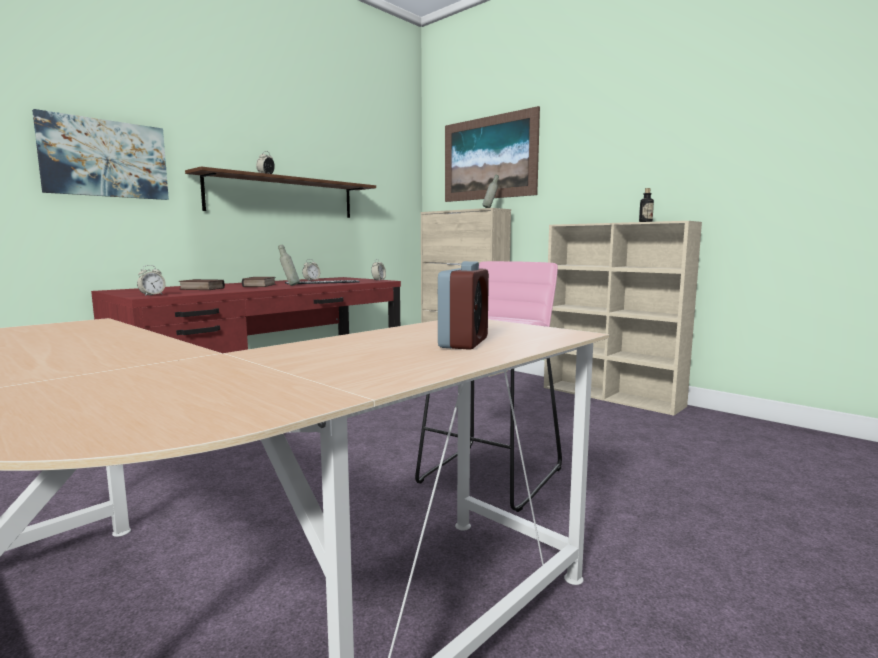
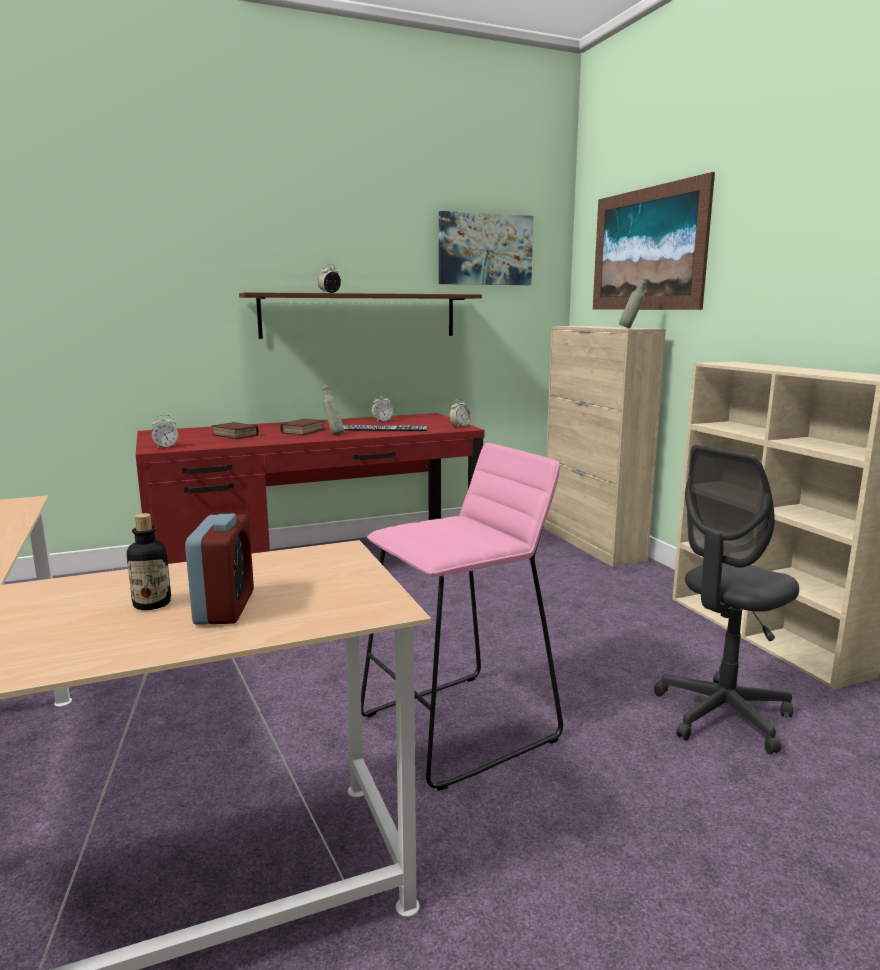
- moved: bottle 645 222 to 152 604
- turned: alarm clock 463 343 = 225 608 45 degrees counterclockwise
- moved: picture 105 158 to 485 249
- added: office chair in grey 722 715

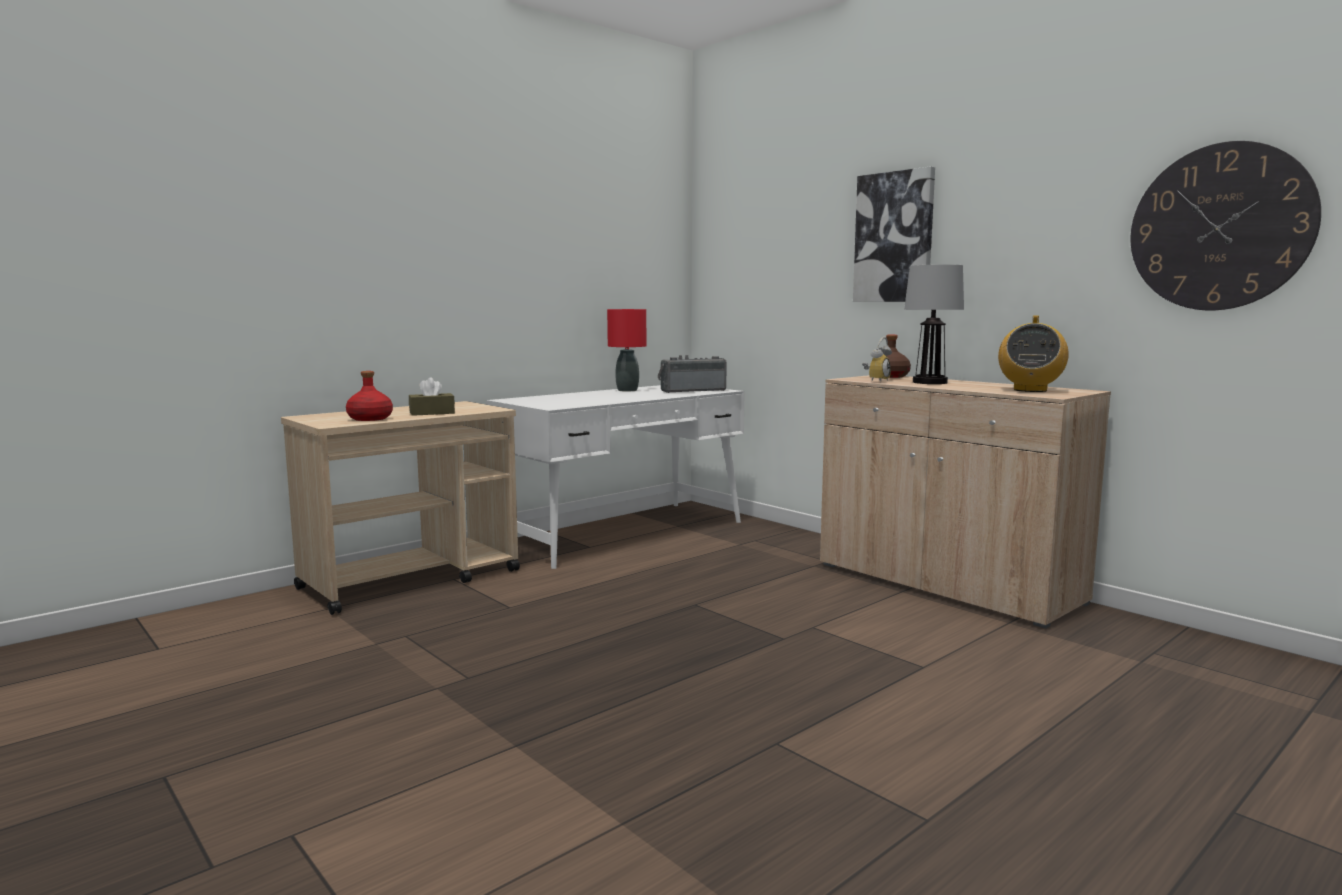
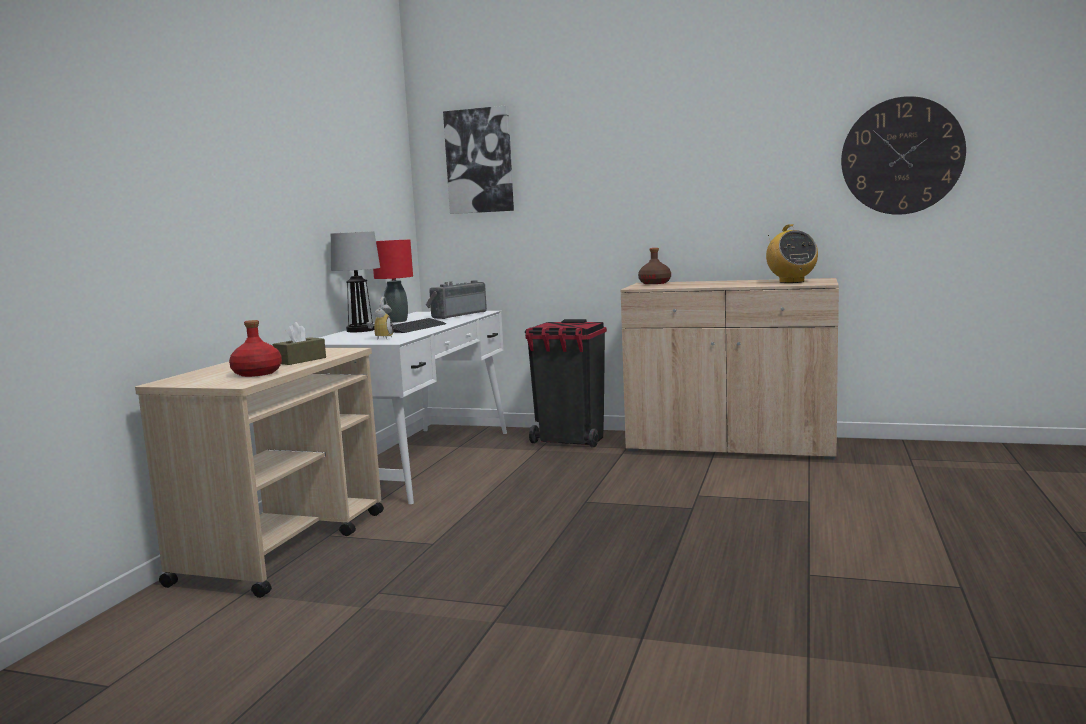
- moved: table lamp 929 382 to 361 330
- moved: alarm clock 876 381 to 381 338
- added: keyboard 416 328
- moved: picture 894 237 to 479 161
- added: trash can in black 570 441

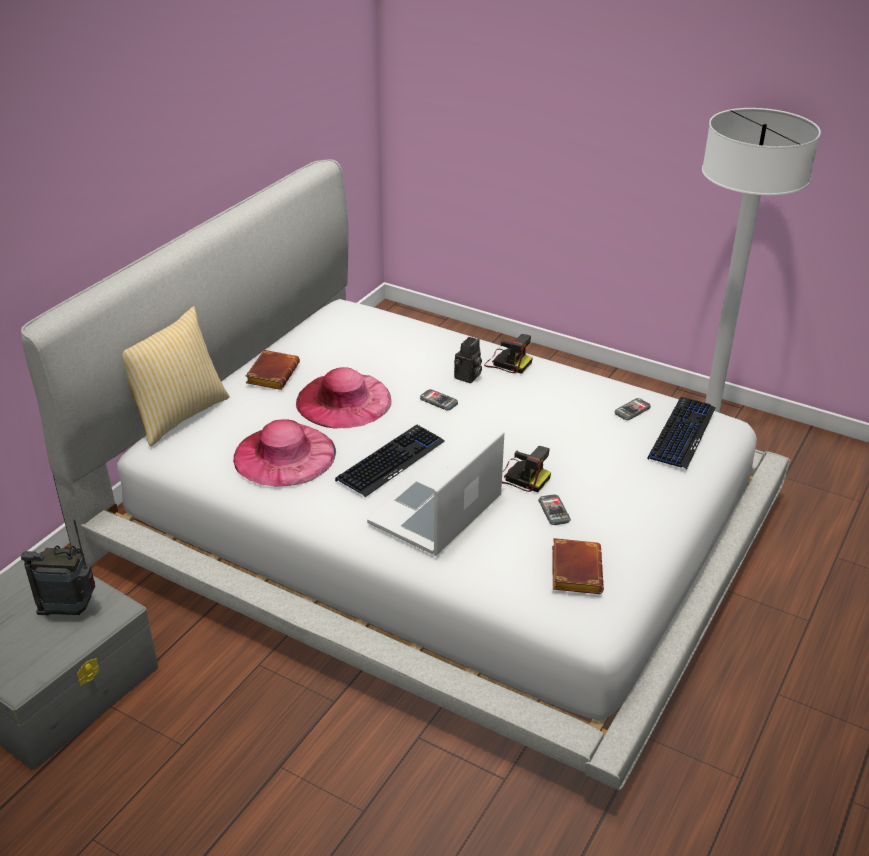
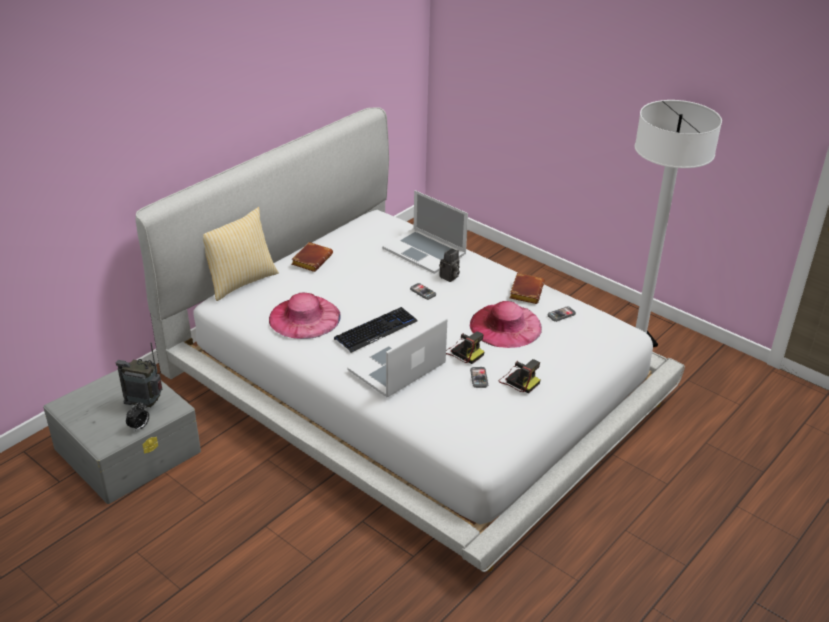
- added: alarm clock 139 427
- added: laptop 424 250
- moved: hat in pink 344 400 to 505 326
- moved: photo camera 507 363 to 518 381
- moved: book in brown 574 570 to 525 291
- removed: keyboard 682 433

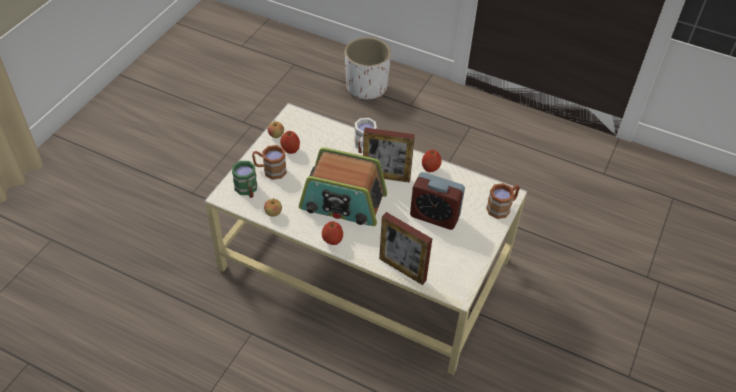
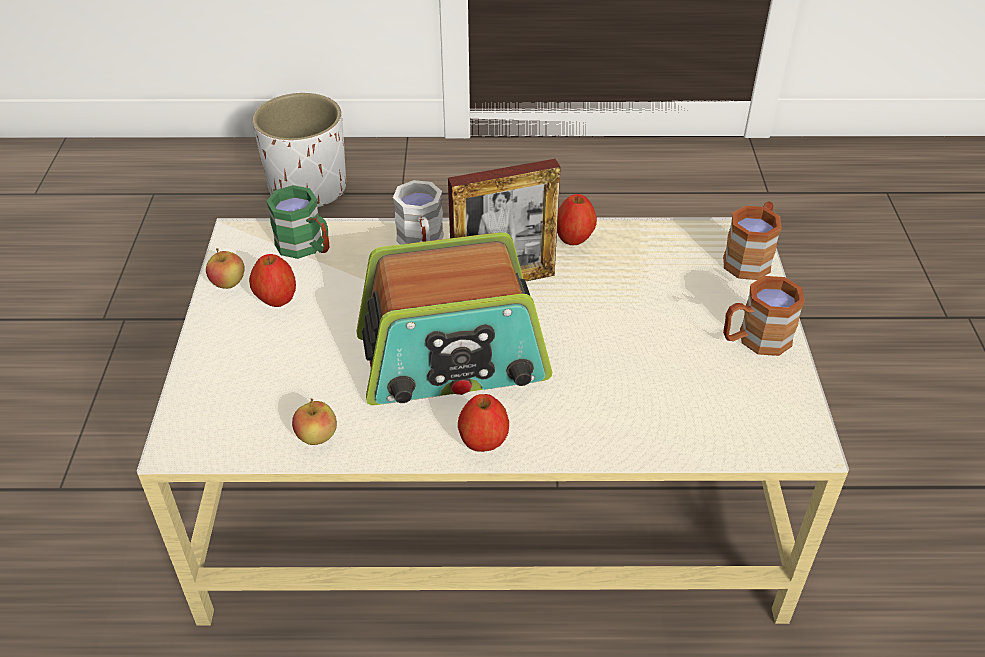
- moved: mug in green 247 190 to 306 247
- moved: mug in brown 270 170 to 754 340
- removed: picture frame 402 269
- removed: alarm clock 434 216

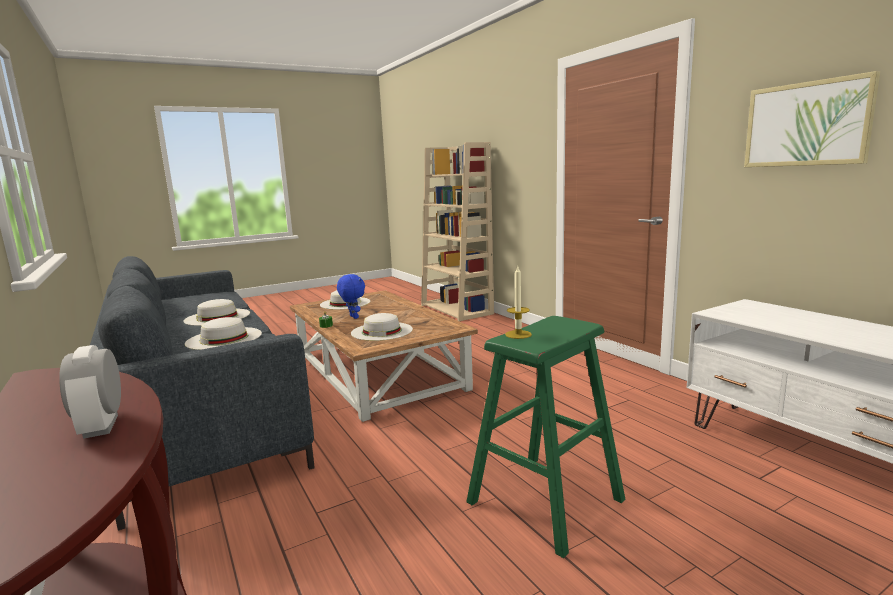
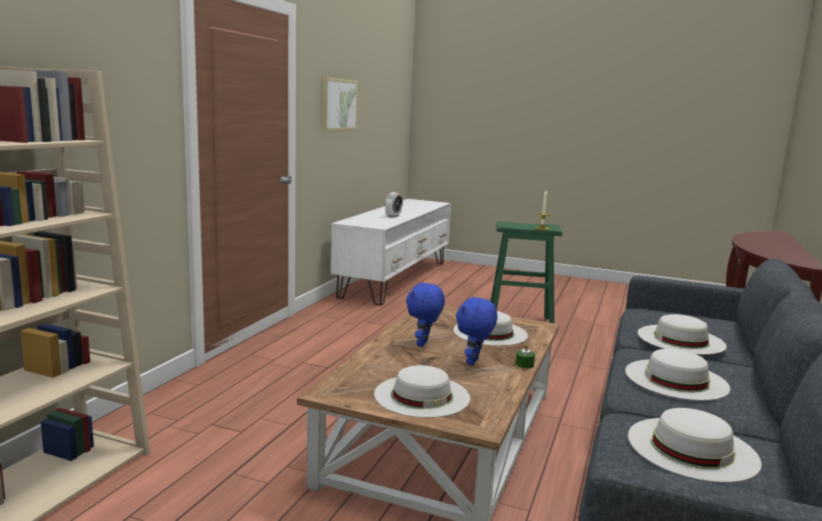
- moved: alarm clock 101 426 to 393 216
- added: plush toy in blue 423 344
- added: hat in white 691 448

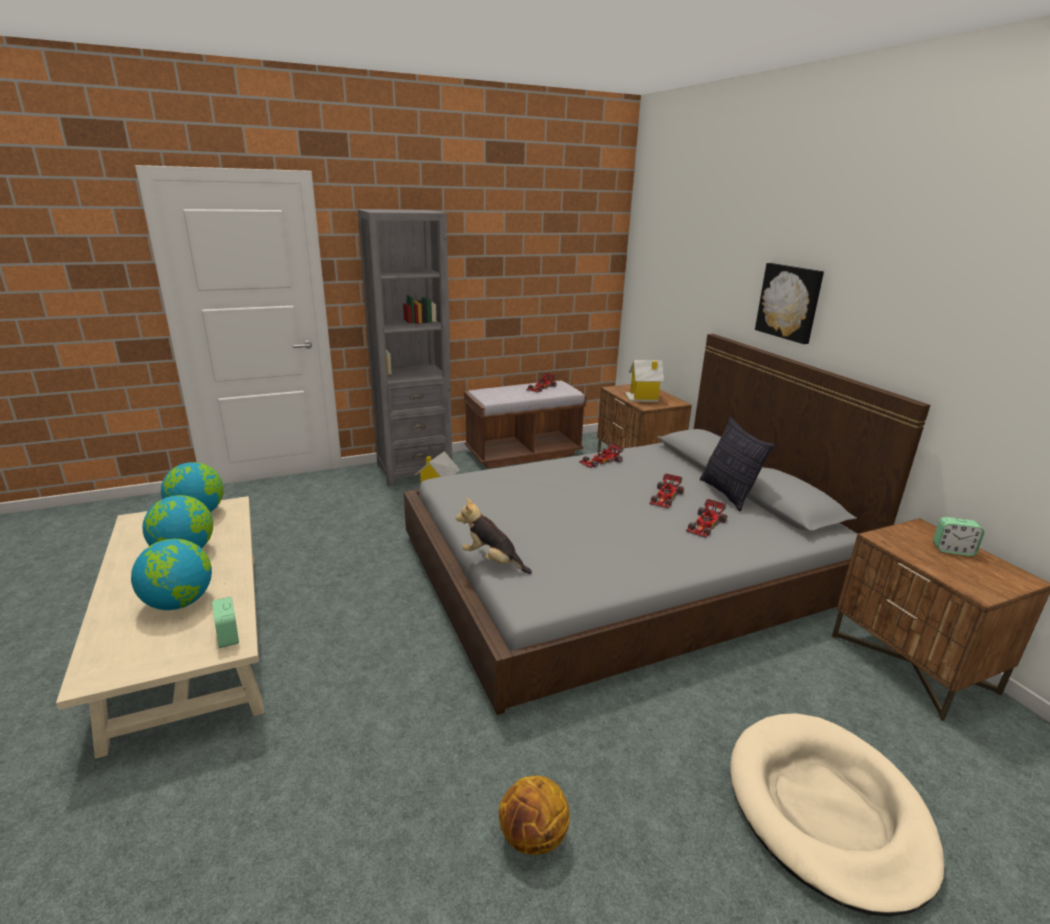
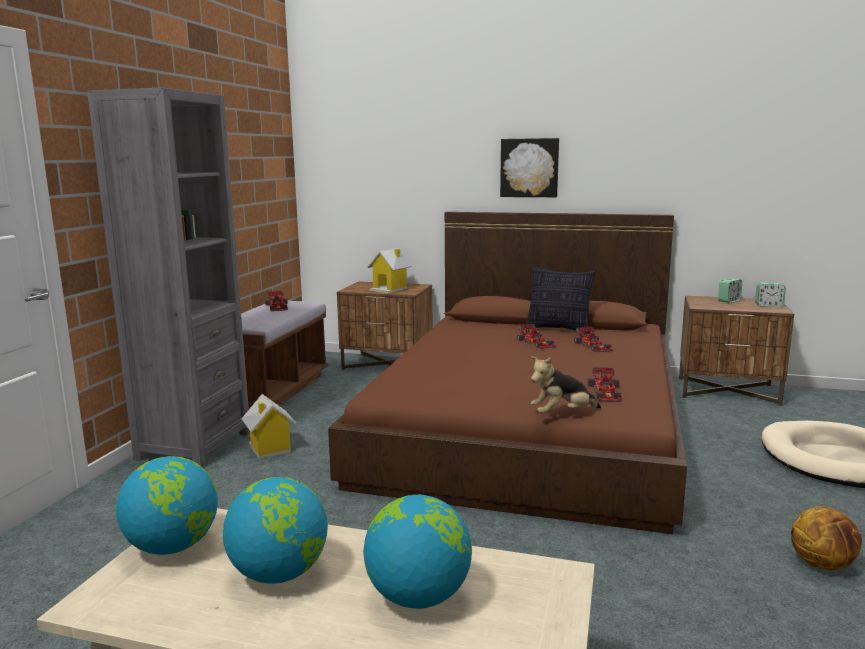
- recoloured: bed in grey 623 568 to bed in brown 529 422
- moved: toy car 601 461 to 605 392
- moved: alarm clock 228 636 to 768 305

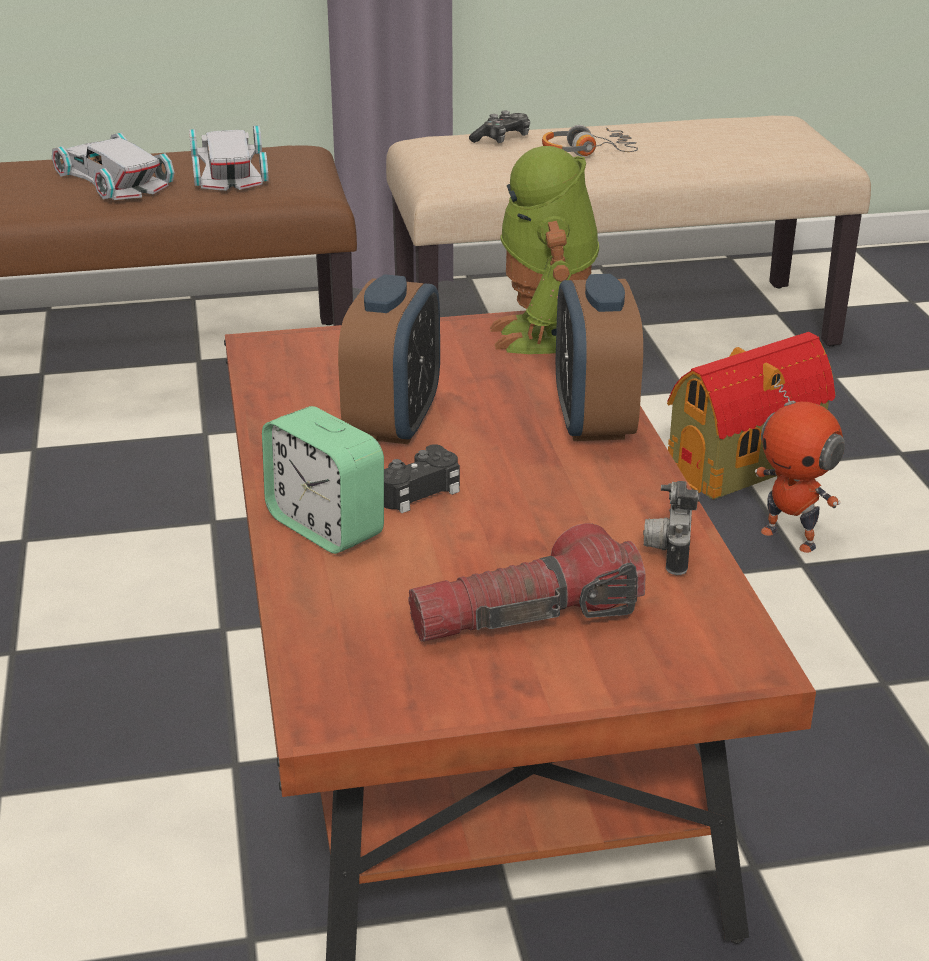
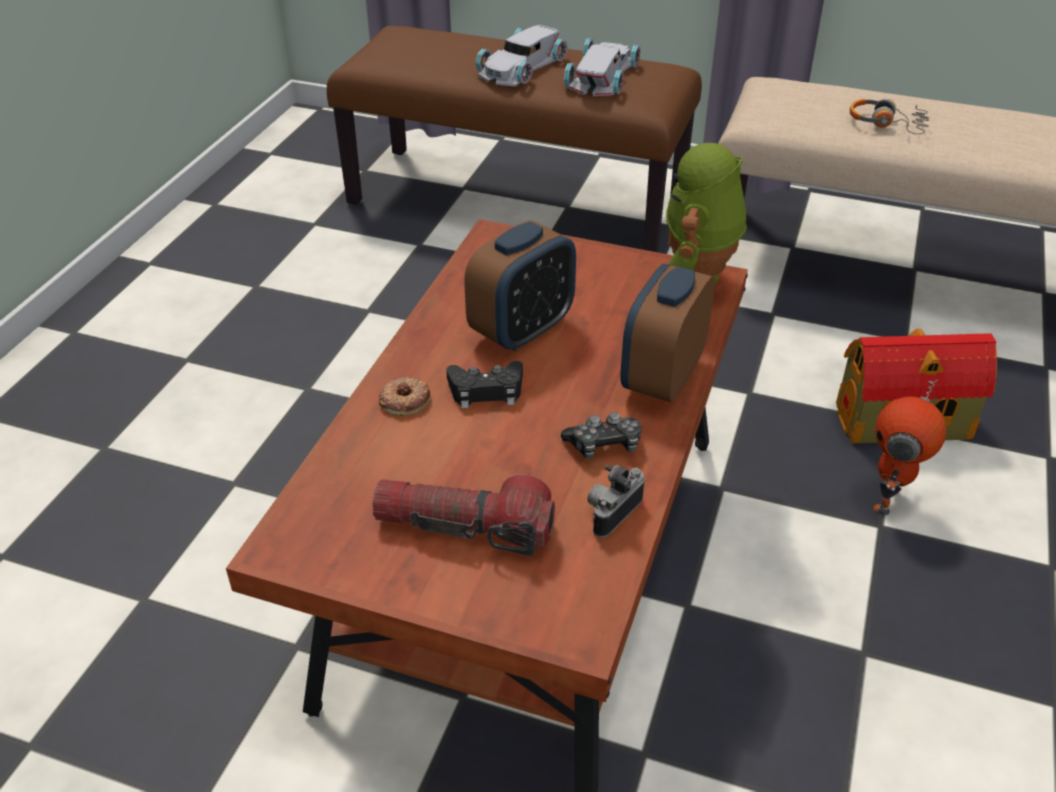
- replaced: alarm clock 325 526 to donut 404 400
- turned: toy car in white 114 178 = 520 66 135 degrees counterclockwise
- moved: game controller 502 139 to 604 445
- turned: toy robot 790 538 = 889 499 45 degrees clockwise

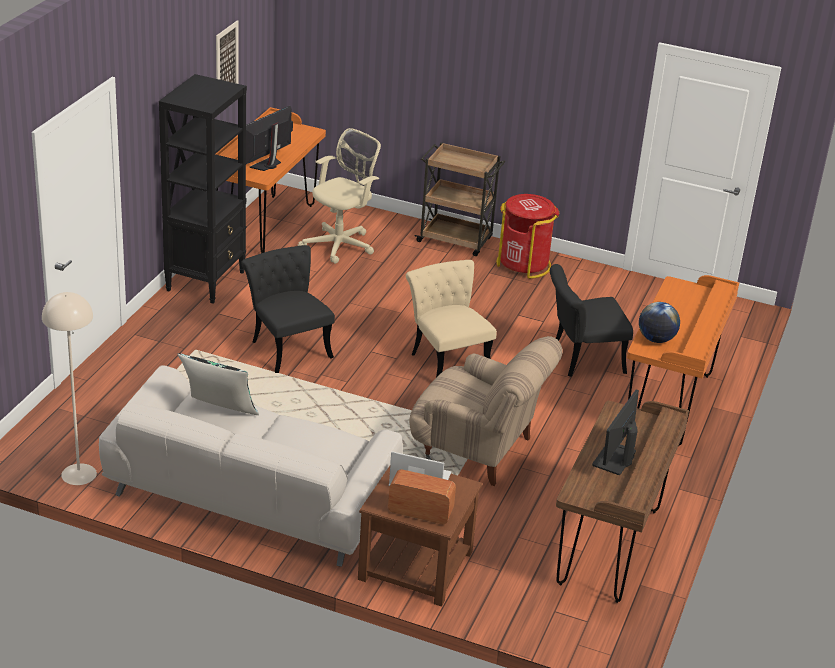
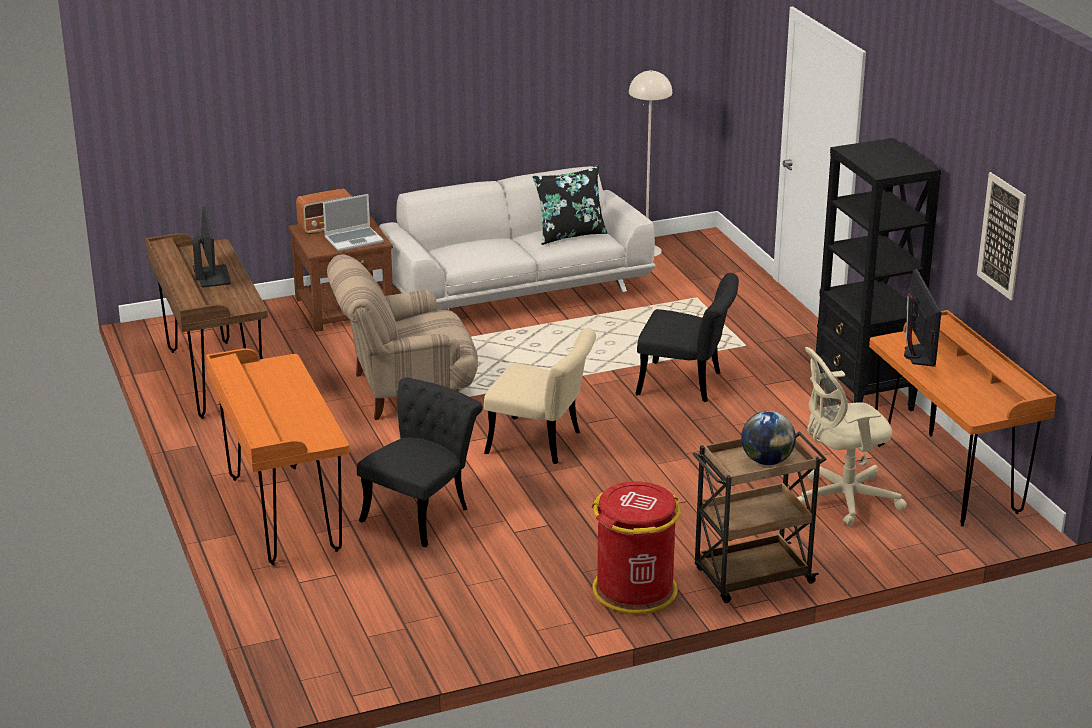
- moved: globe 656 339 to 766 461
- turned: office chair in beige 340 245 = 842 499 75 degrees clockwise

